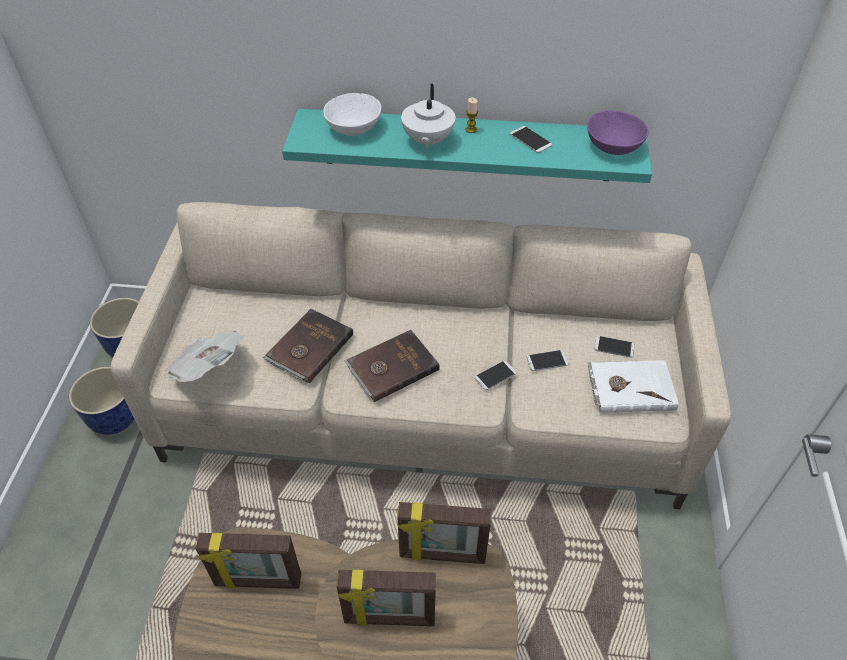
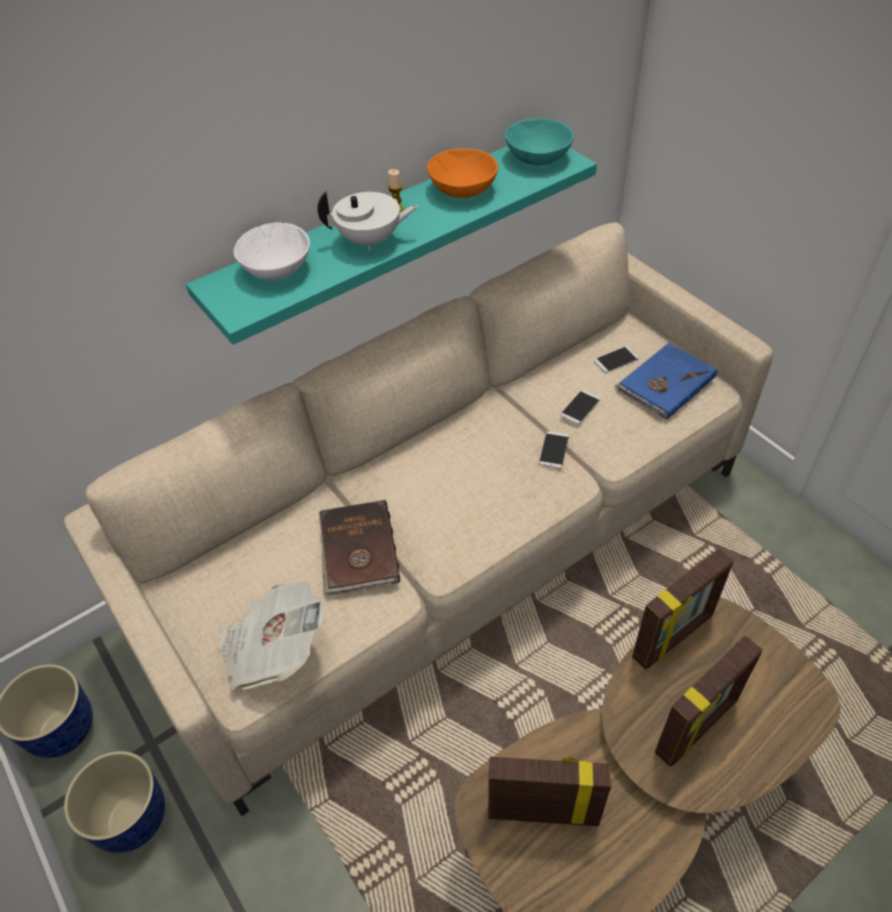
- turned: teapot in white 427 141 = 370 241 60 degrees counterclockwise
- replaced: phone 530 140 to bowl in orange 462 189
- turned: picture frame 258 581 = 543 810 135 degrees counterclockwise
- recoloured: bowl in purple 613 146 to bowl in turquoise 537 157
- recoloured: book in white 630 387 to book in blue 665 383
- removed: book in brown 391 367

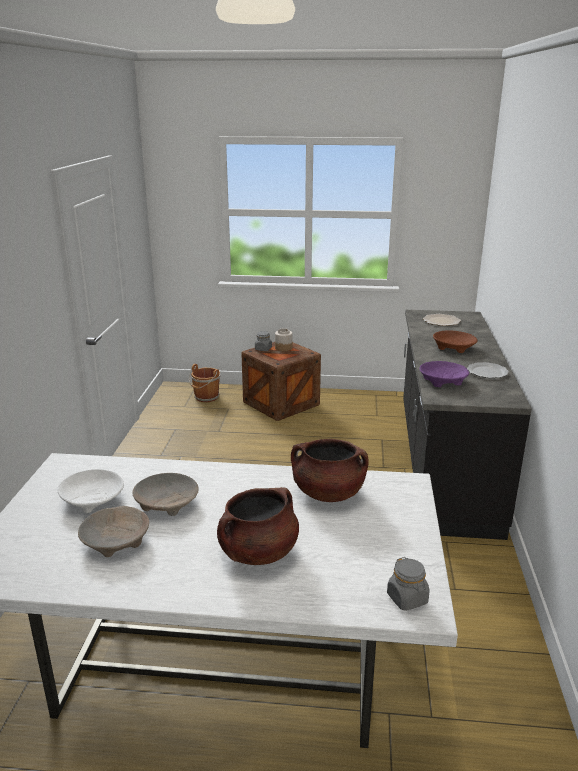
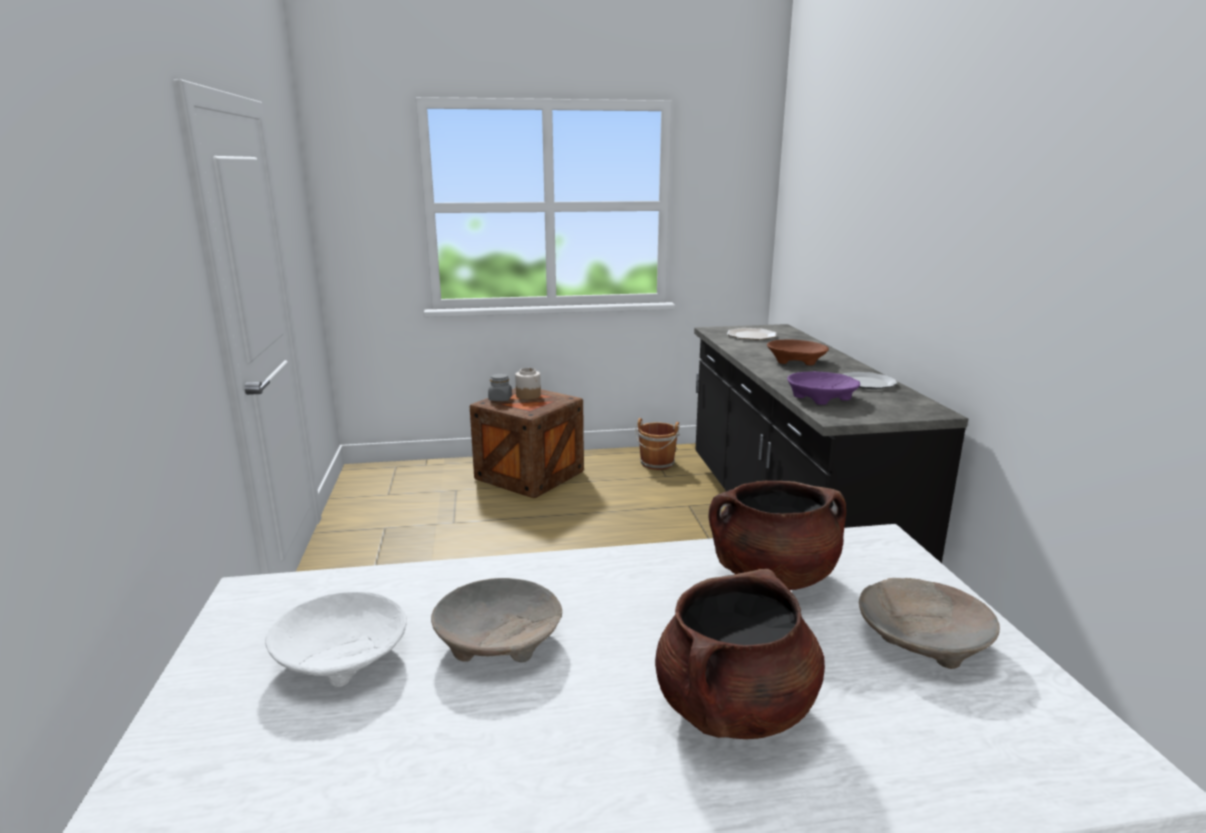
- moved: bucket in brown 206 397 to 657 464
- moved: bowl in beige 115 541 to 922 640
- removed: jar in grey 407 598

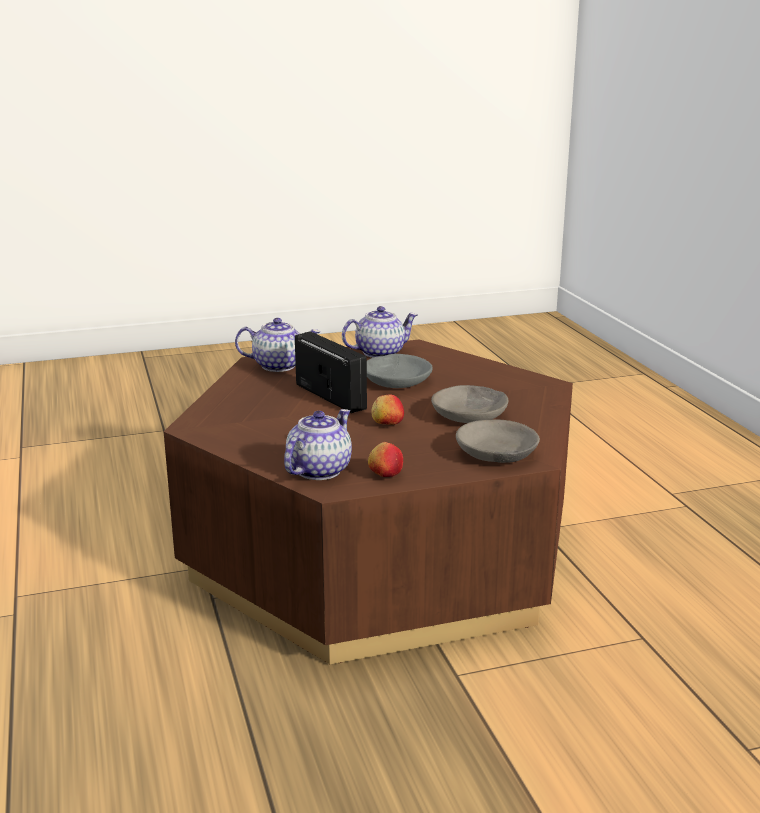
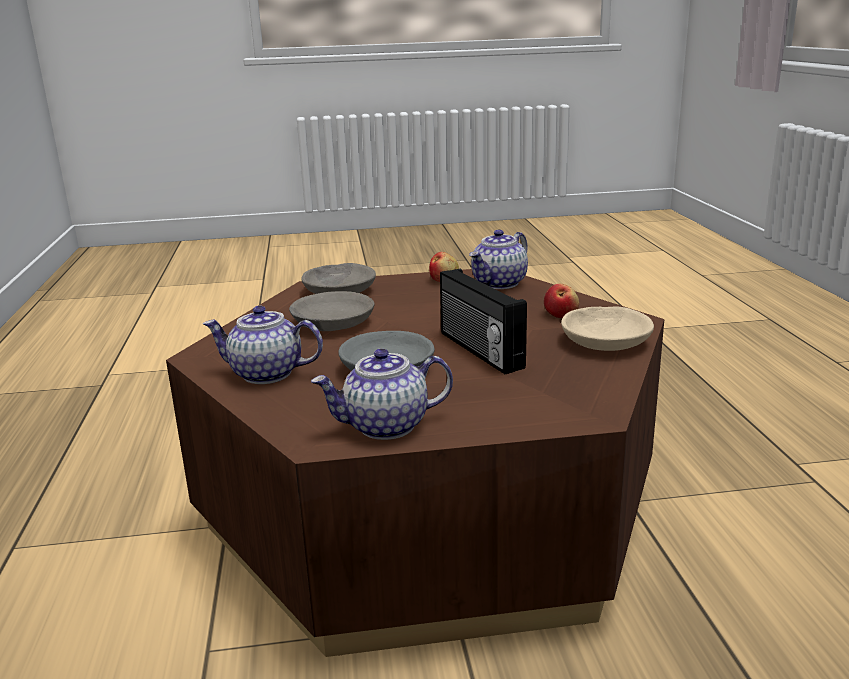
- moved: teapot 279 365 to 265 374
- moved: apple 387 424 to 561 315
- added: bowl in beige 606 341

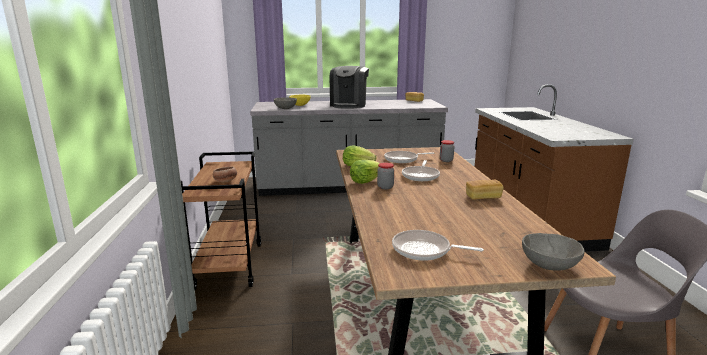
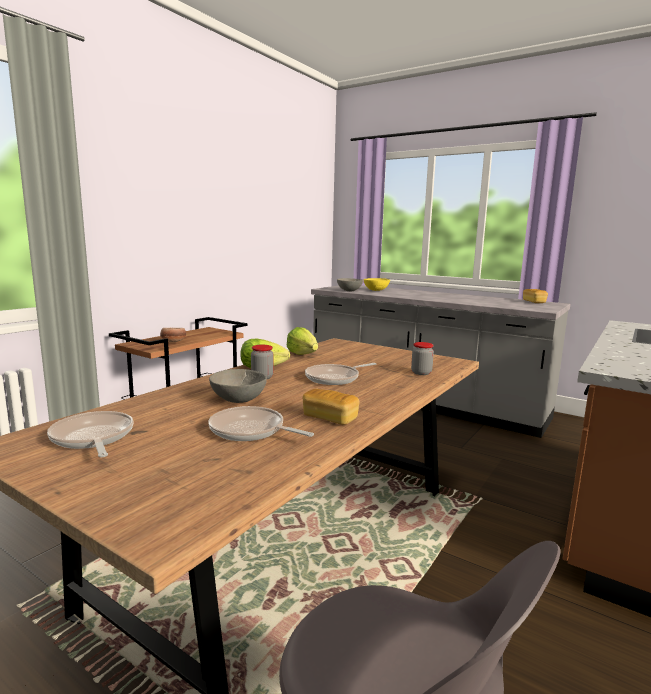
- moved: frying pan 403 159 to 250 431
- moved: bowl in grey 548 266 to 238 400
- removed: coffee machine 349 105

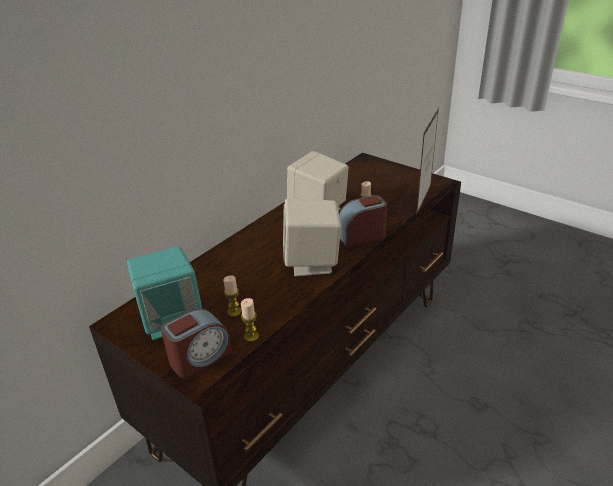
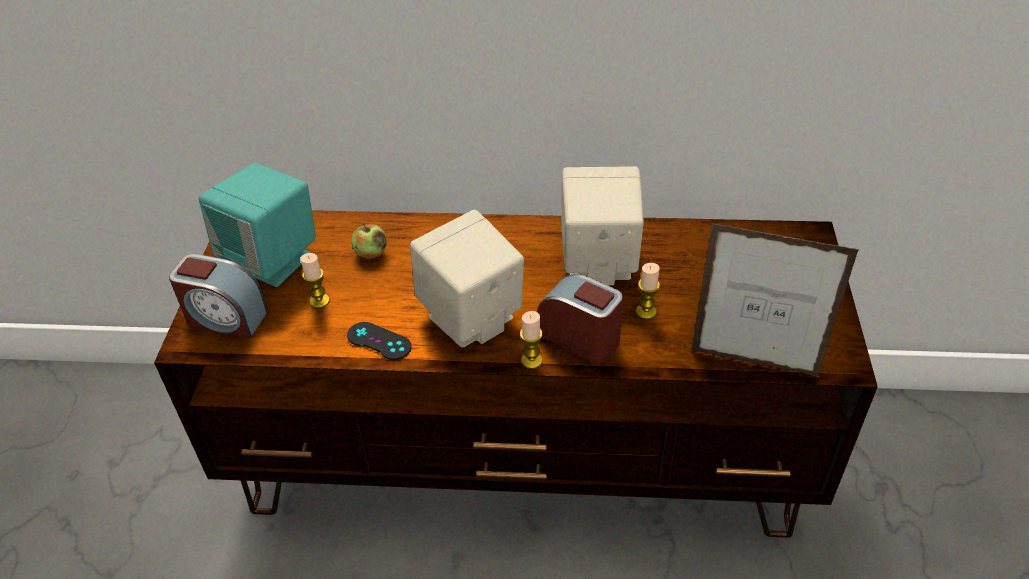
- added: game controller in black 379 341
- added: apple 371 253
- moved: candle 251 336 to 531 361
- turned: picture frame 423 200 = 754 363 150 degrees counterclockwise

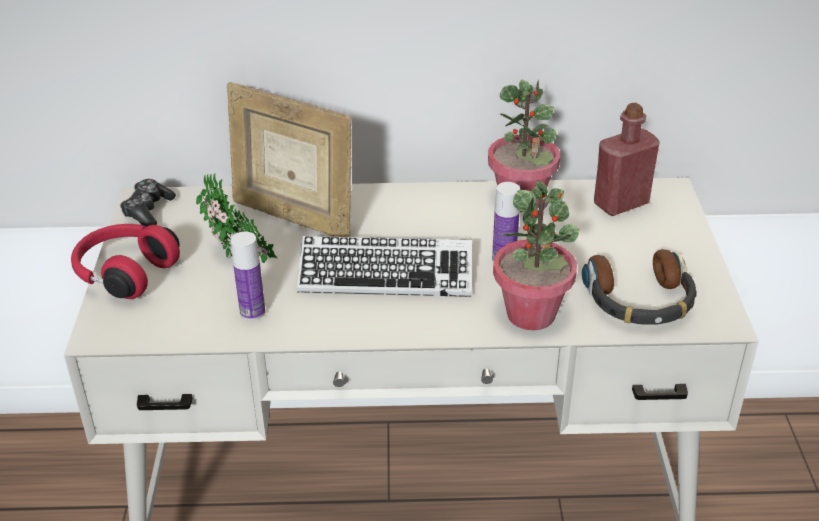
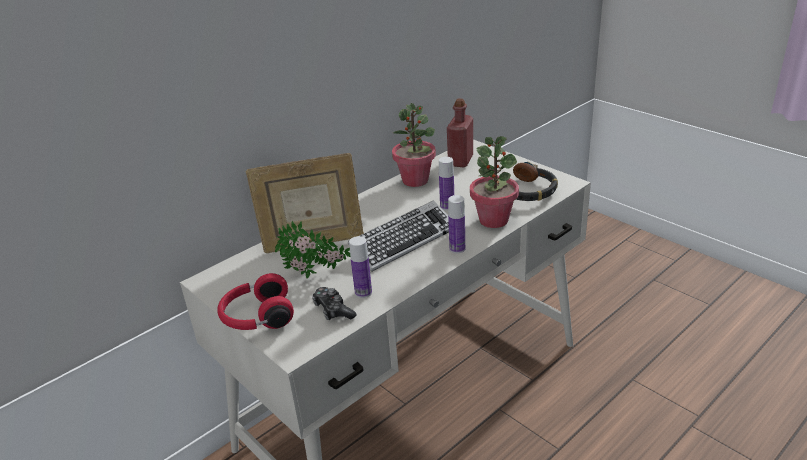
- moved: game controller 148 211 to 333 310
- added: bottle 457 249

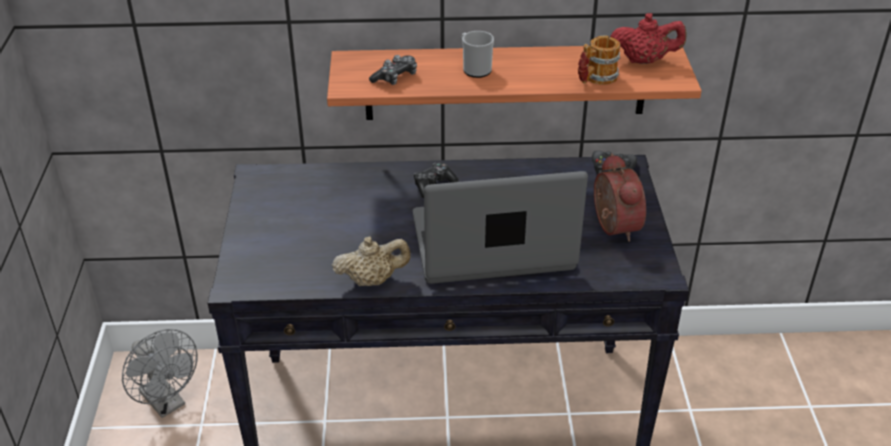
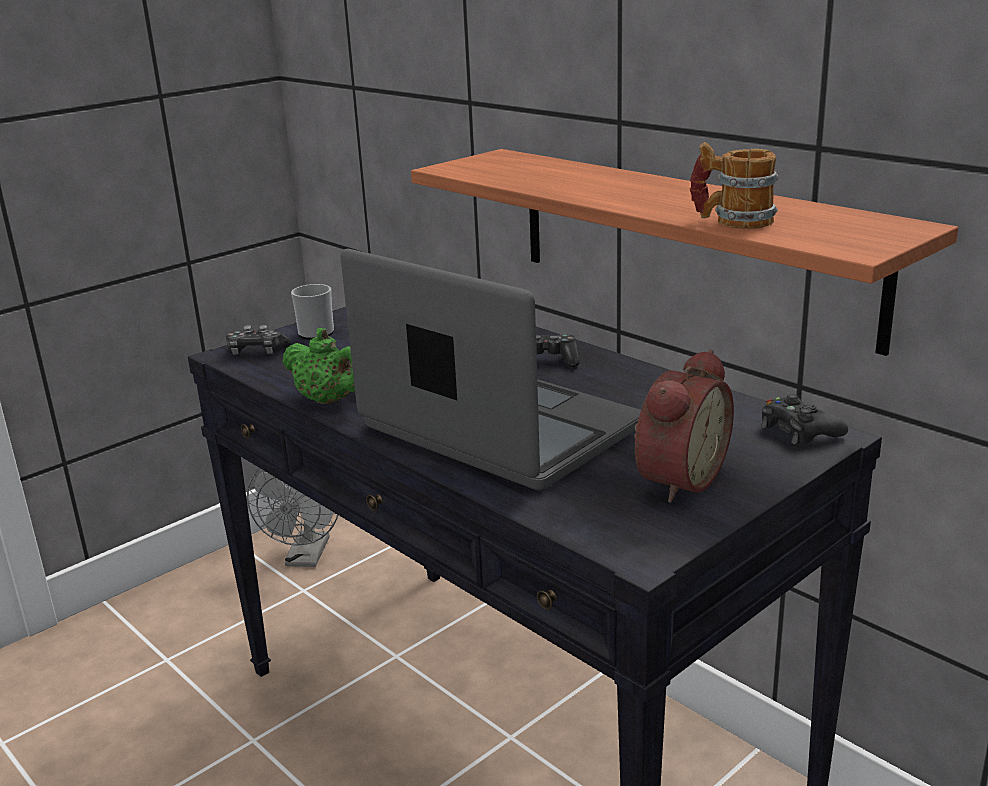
- moved: game controller 395 77 to 257 352
- recoloured: teapot in beige 372 280 to teapot in green 329 401
- moved: mug 474 69 to 317 331
- removed: teapot in red 644 61

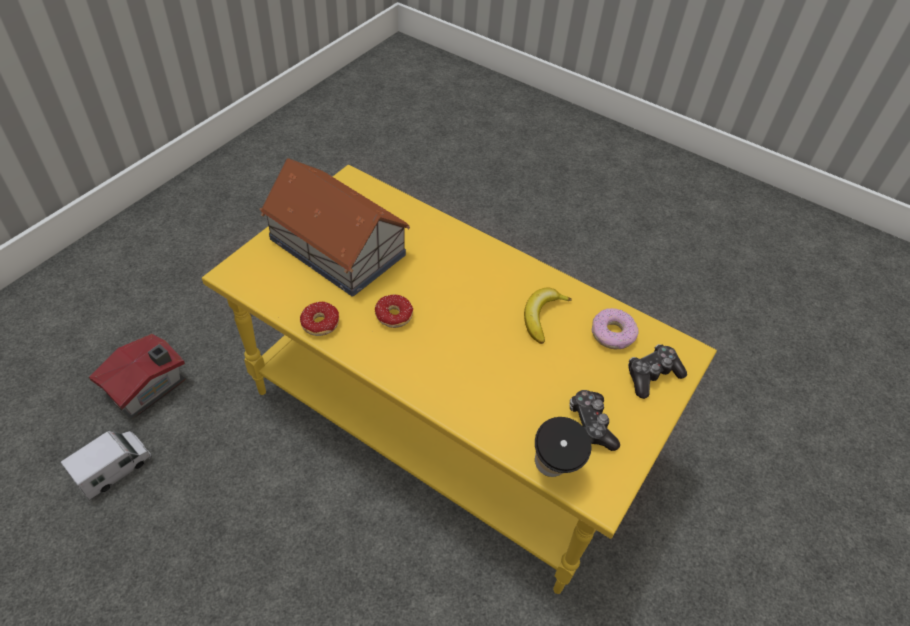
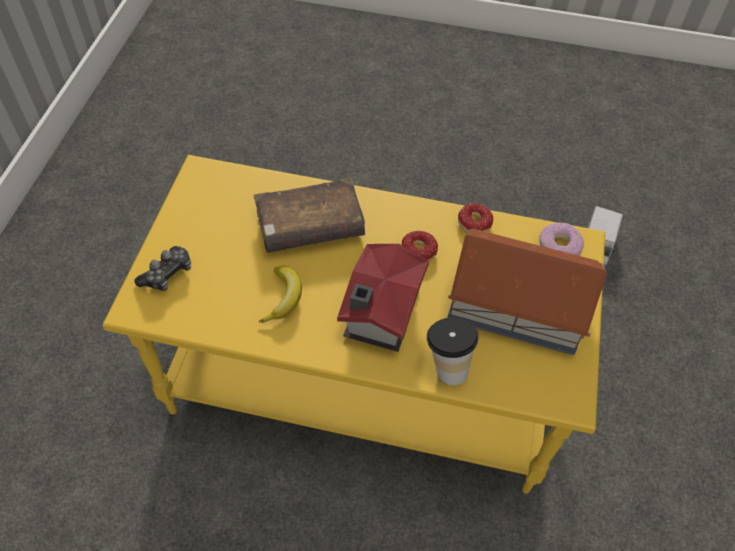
- added: book in brown 310 226
- moved: toy house 149 388 to 379 313
- moved: cup 552 473 to 446 366
- moved: donut 613 334 to 559 246
- removed: game controller 591 424

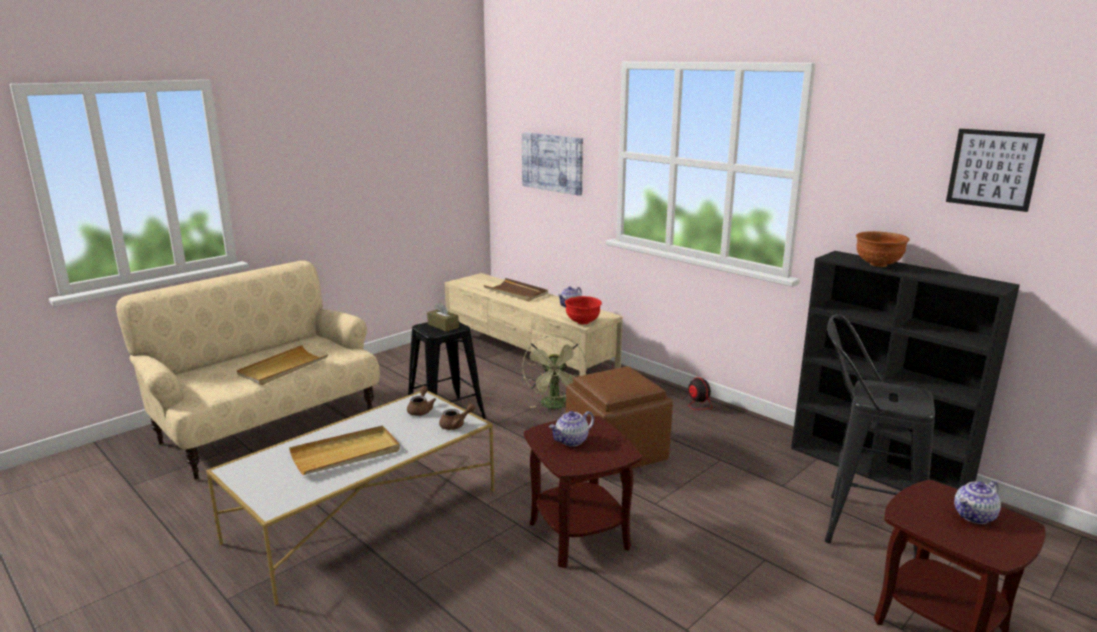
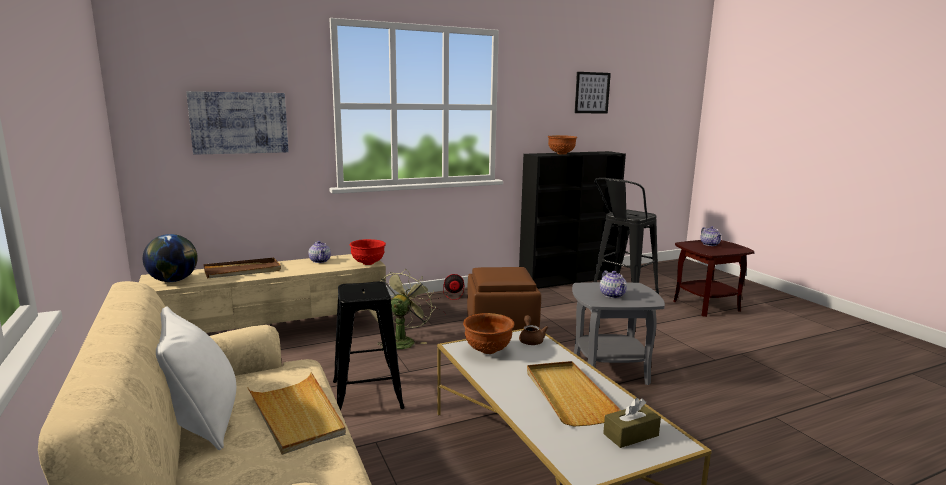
- added: globe 173 280
- added: pillow in white 200 422
- turned: fan in green 555 406 = 402 341 90 degrees counterclockwise
- replaced: teapot in brown 421 410 to bowl in brown 487 350
- recoloured: side table in brown 580 535 to side table in grey 610 370
- moved: tissue box in brown 443 326 to 631 435

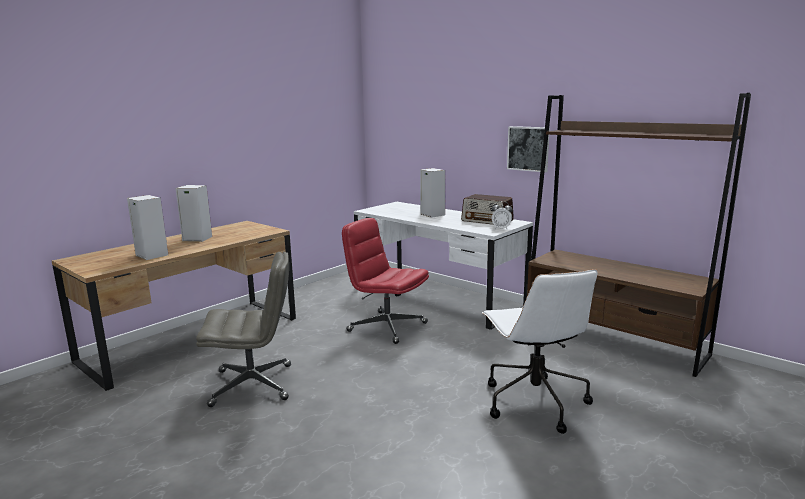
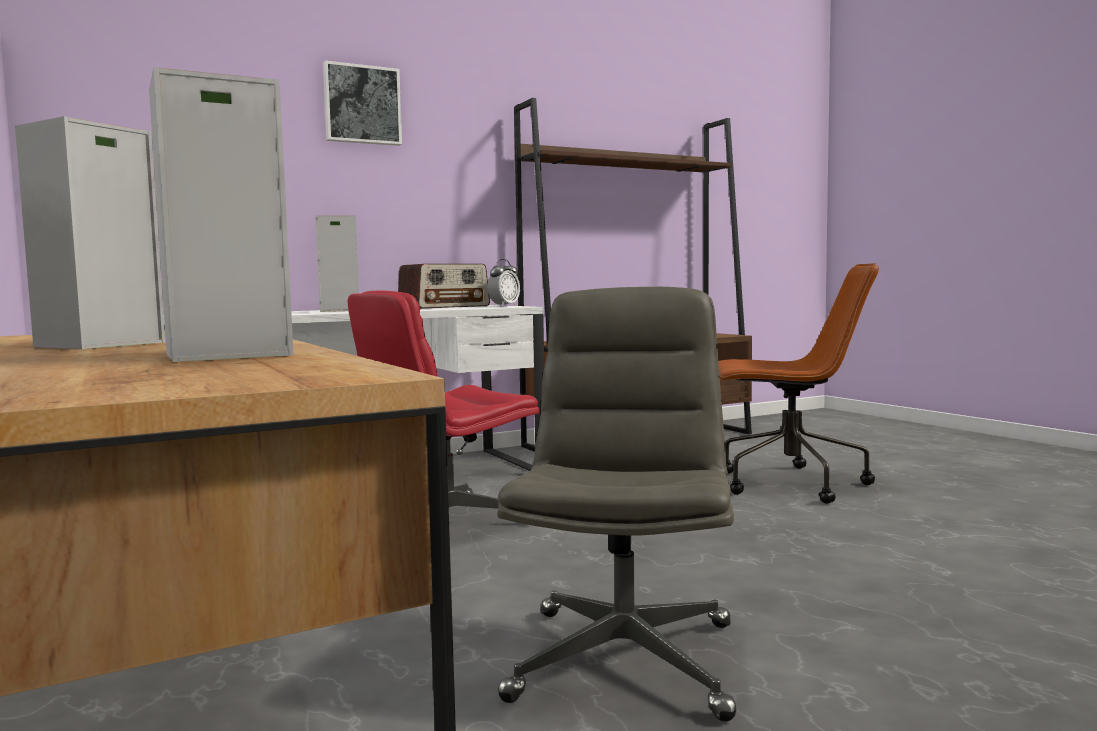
- moved: picture 528 148 to 362 105
- recoloured: office chair in white 534 402 to office chair in brown 788 484

